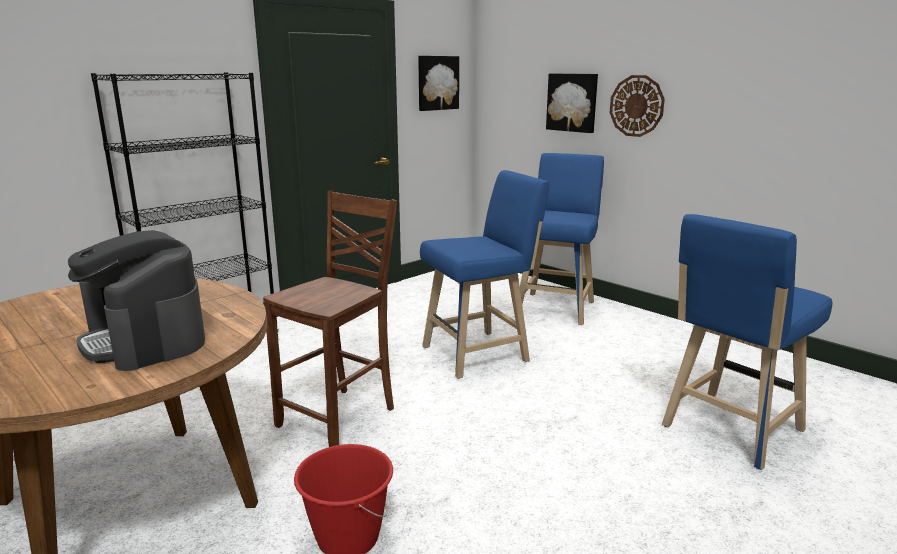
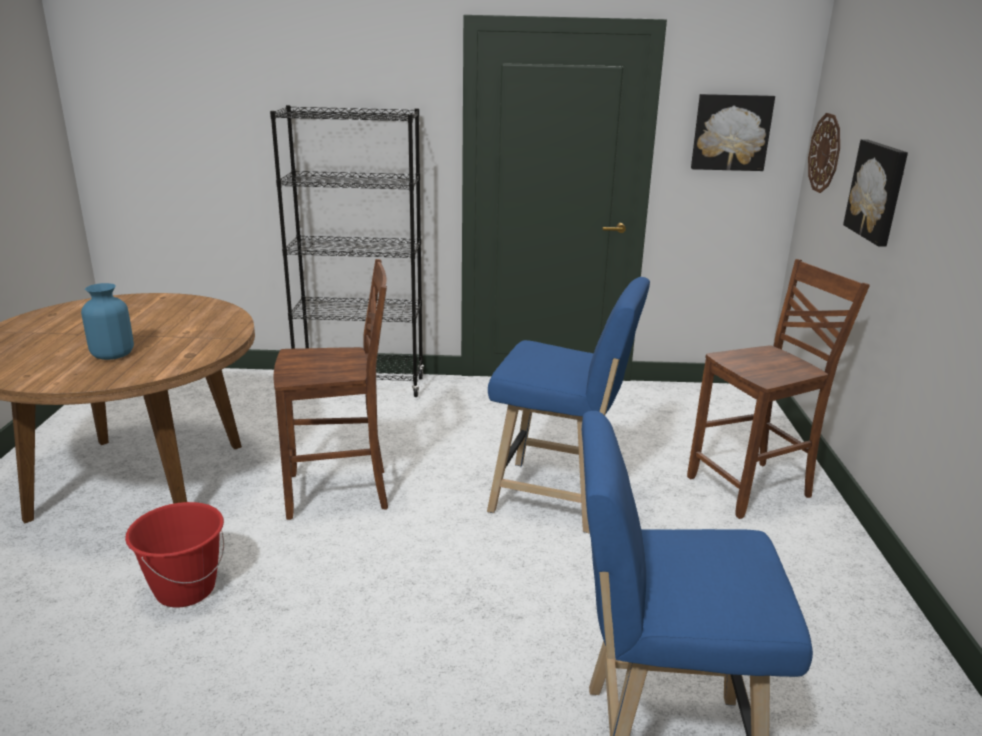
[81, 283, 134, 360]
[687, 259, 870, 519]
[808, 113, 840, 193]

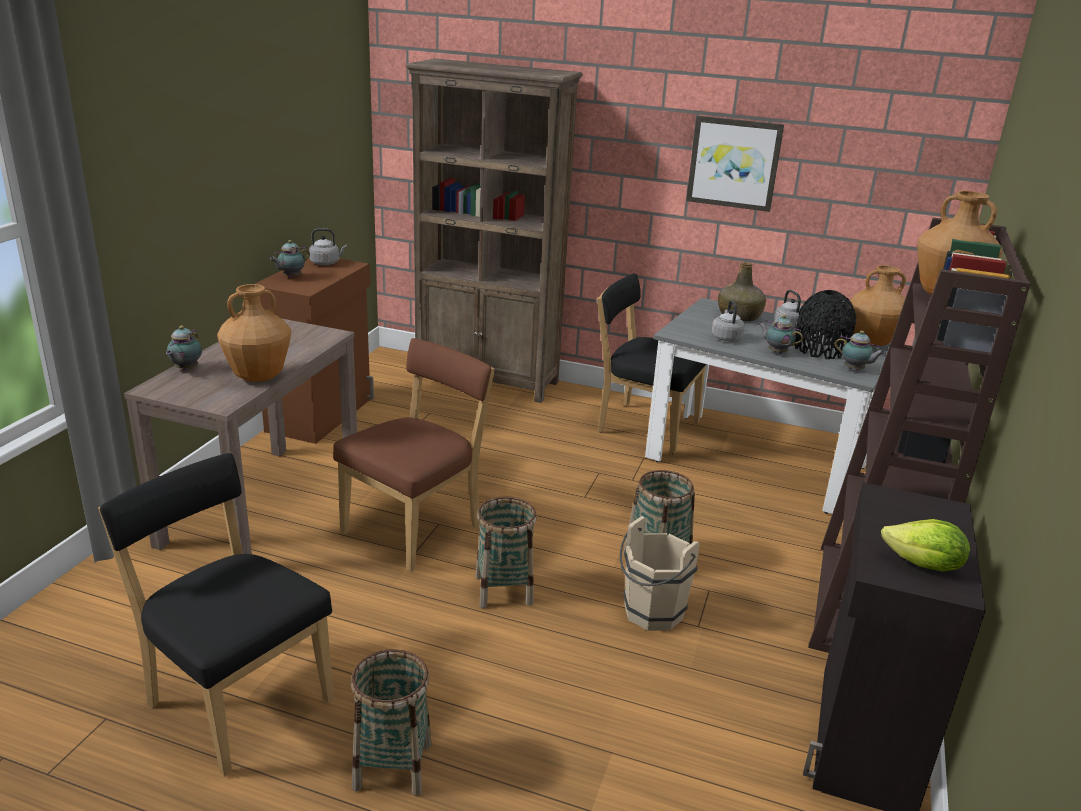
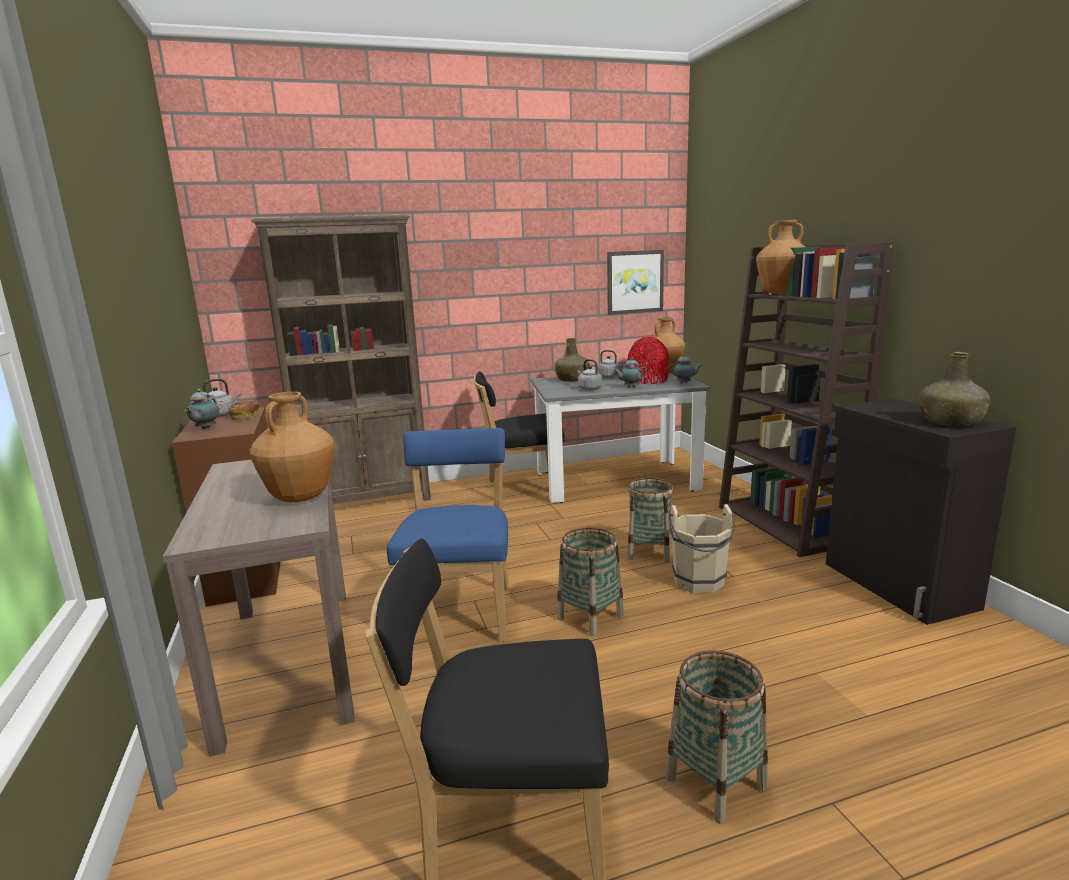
[229, 400, 260, 420]
[387, 428, 509, 642]
[607, 250, 664, 315]
[627, 337, 669, 384]
[919, 352, 990, 427]
[166, 326, 202, 370] (first image)

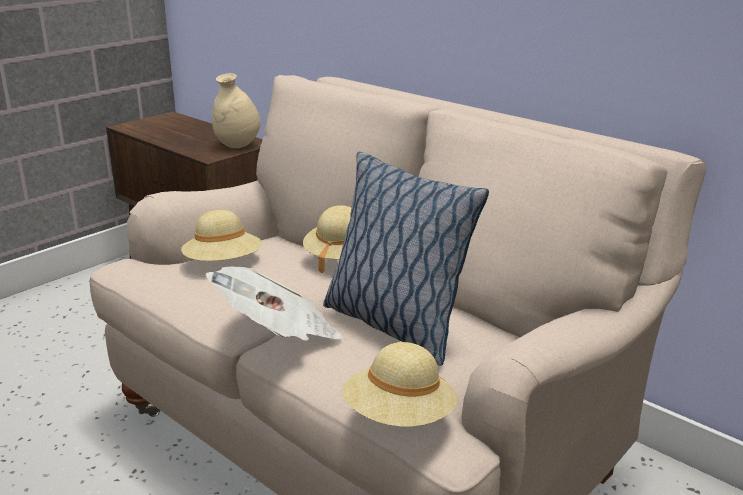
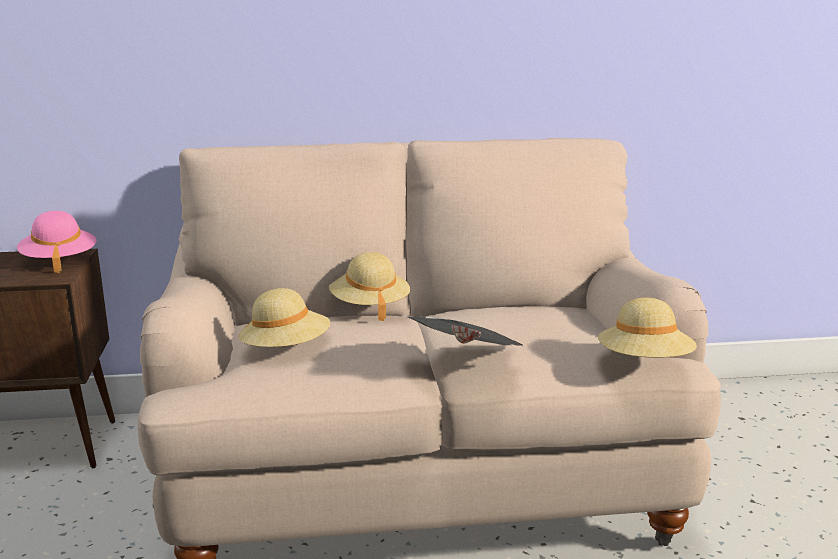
[17, 211, 96, 273]
[323, 151, 489, 366] (first image)

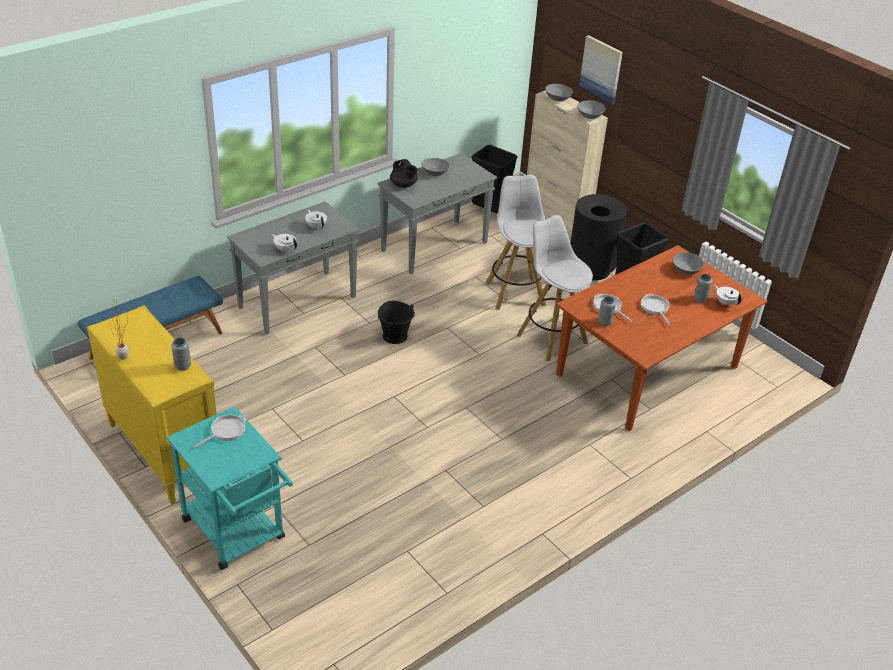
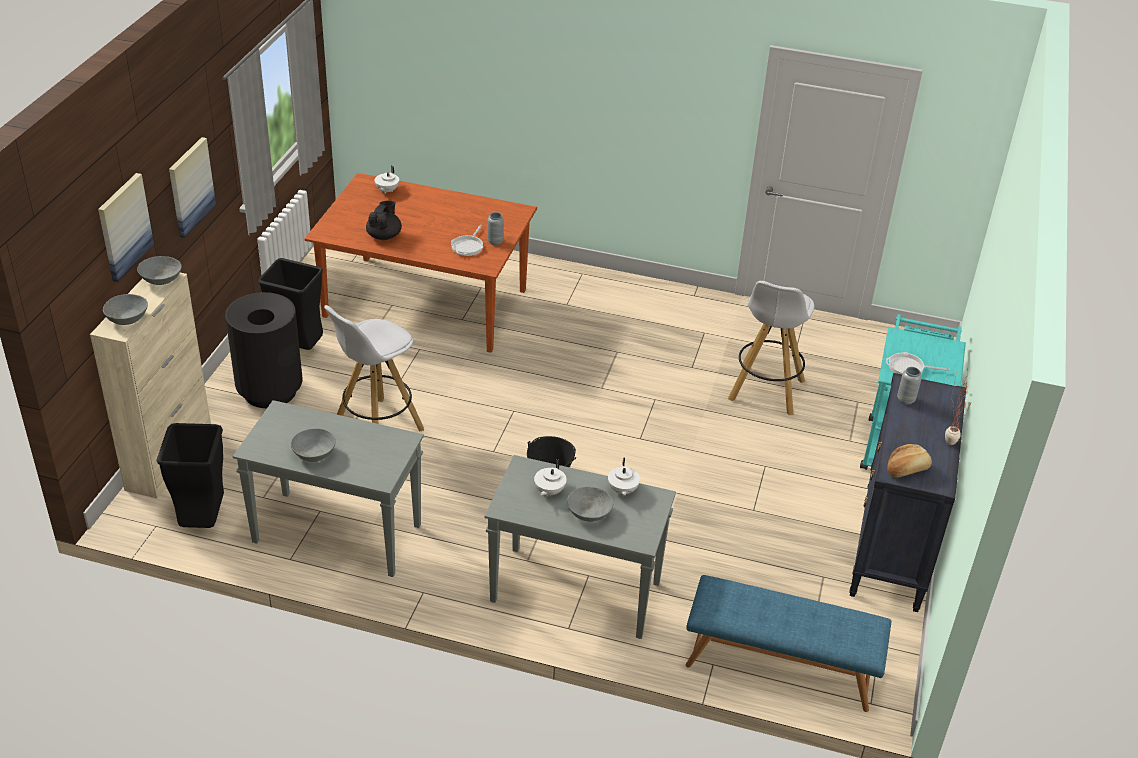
[169, 137, 216, 238]
[366, 201, 402, 240]
[567, 487, 613, 522]
[728, 281, 815, 415]
[849, 373, 966, 612]
[888, 444, 932, 477]
[641, 294, 671, 326] (first image)
[694, 274, 712, 303] (first image)

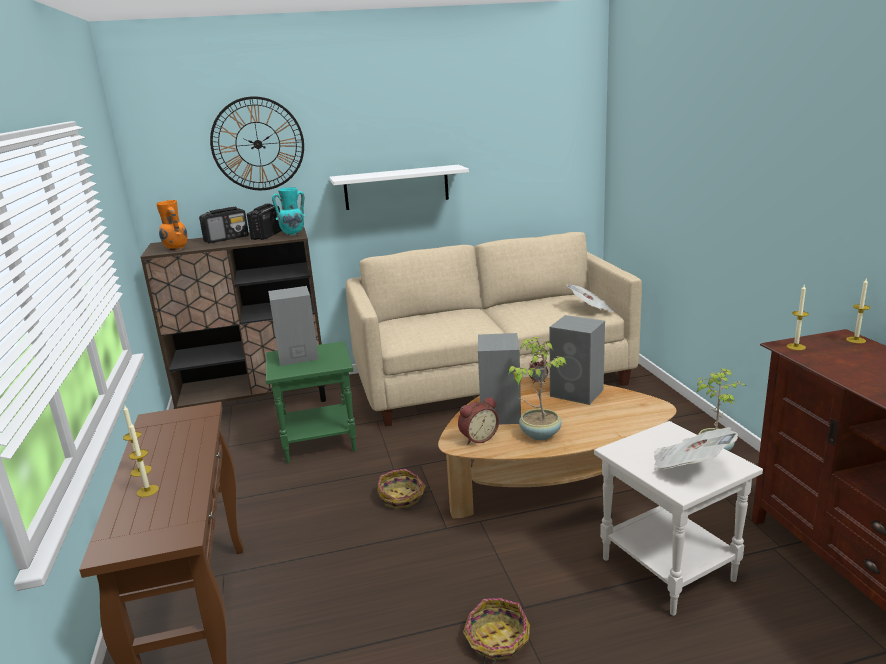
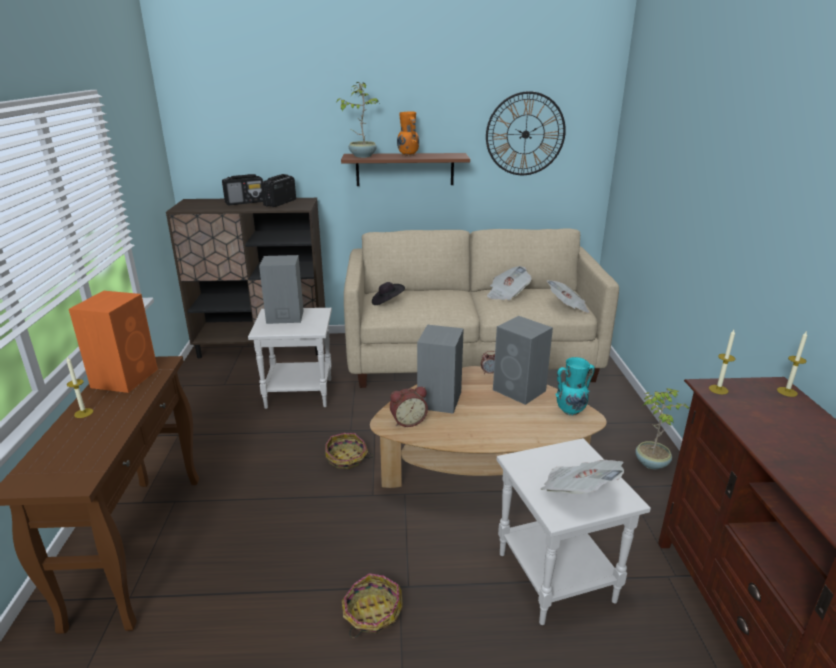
[69, 291, 158, 393]
[248, 308, 332, 409]
[337, 82, 379, 158]
[341, 153, 470, 186]
[372, 282, 405, 305]
[397, 111, 419, 156]
[486, 91, 566, 175]
[487, 266, 531, 300]
[555, 357, 595, 416]
[129, 421, 159, 497] (first image)

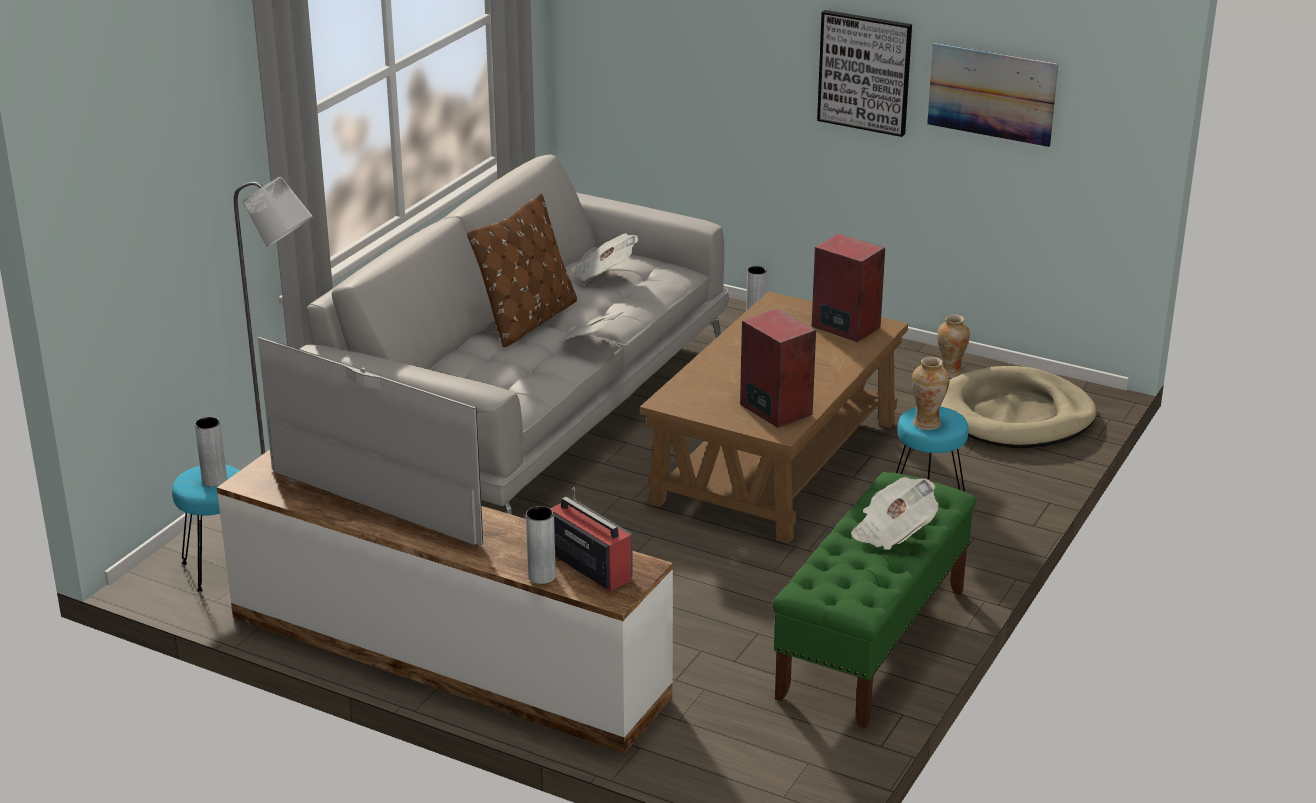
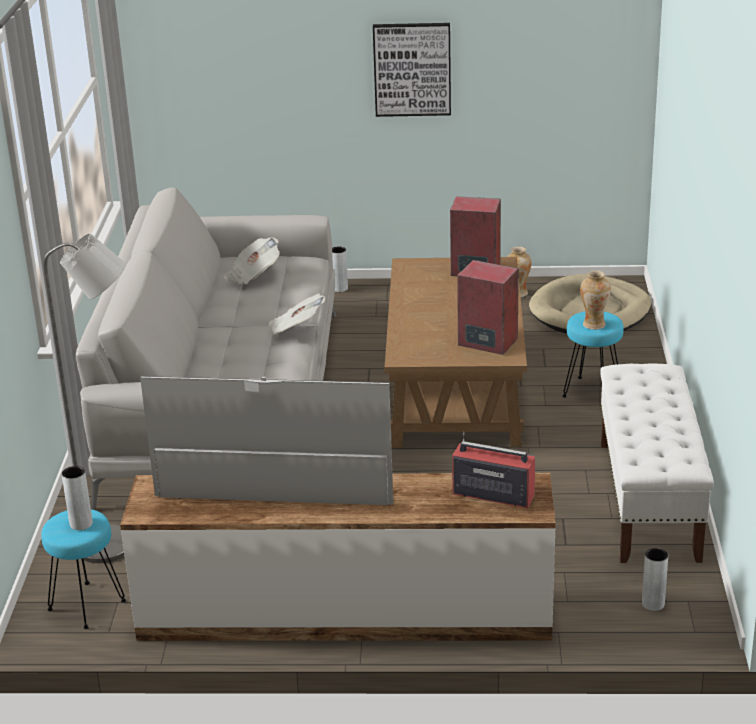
[600, 363, 714, 563]
[642, 548, 668, 611]
[467, 193, 577, 347] (first image)
[851, 477, 939, 550] (first image)
[927, 43, 1058, 147] (first image)

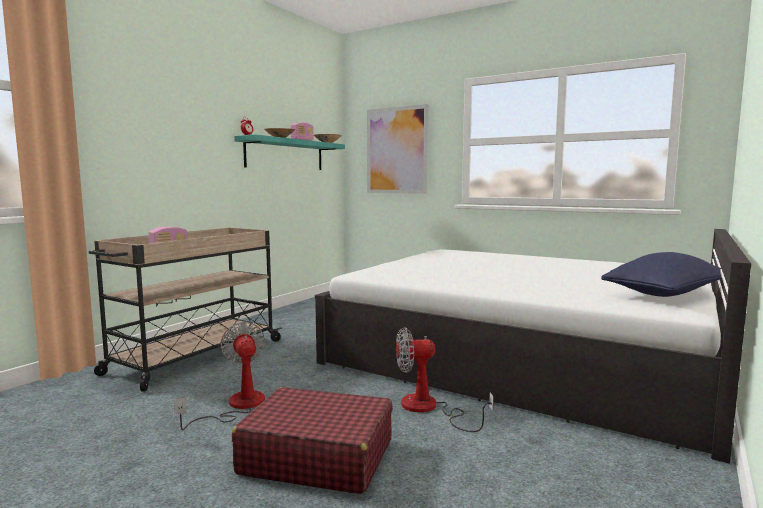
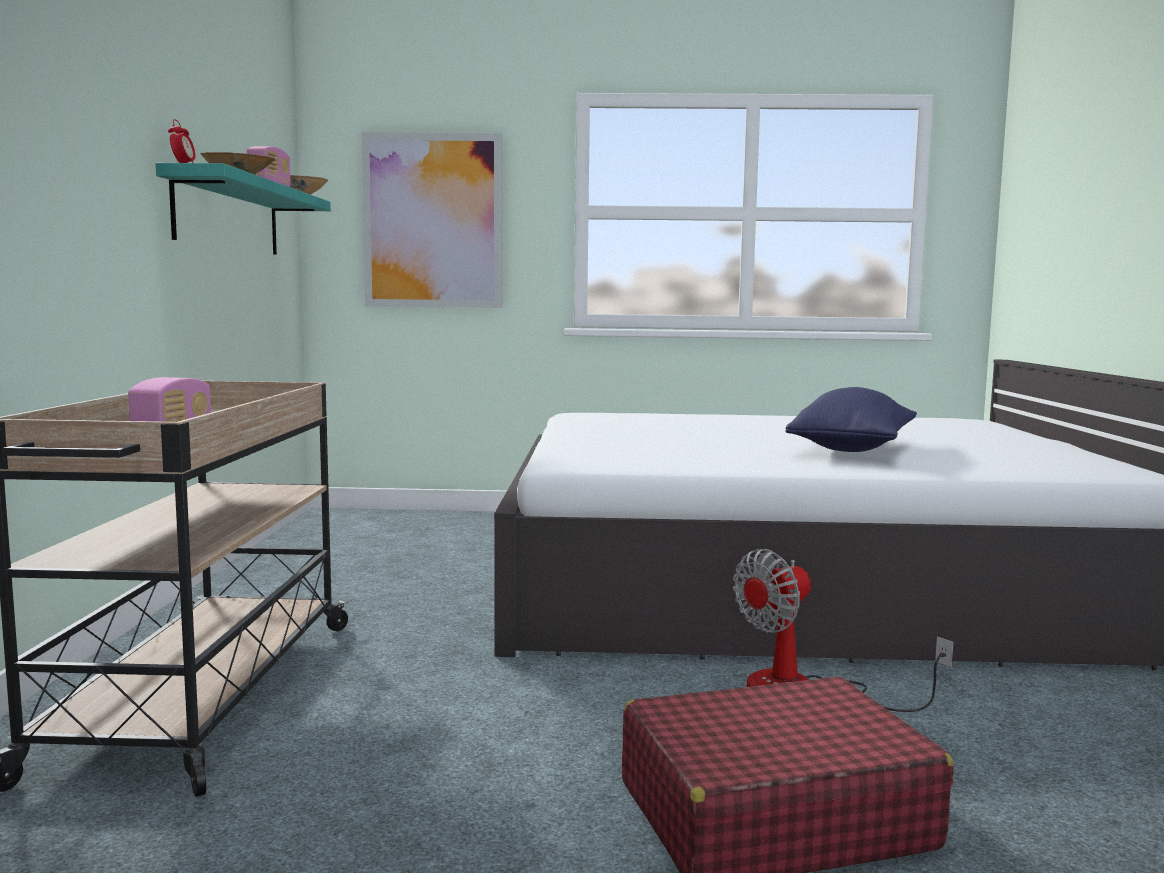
[785, 387, 917, 452]
[174, 322, 265, 430] (first image)

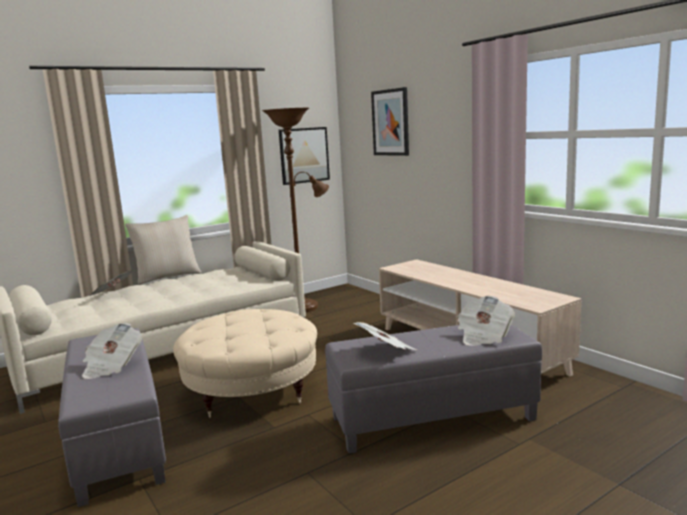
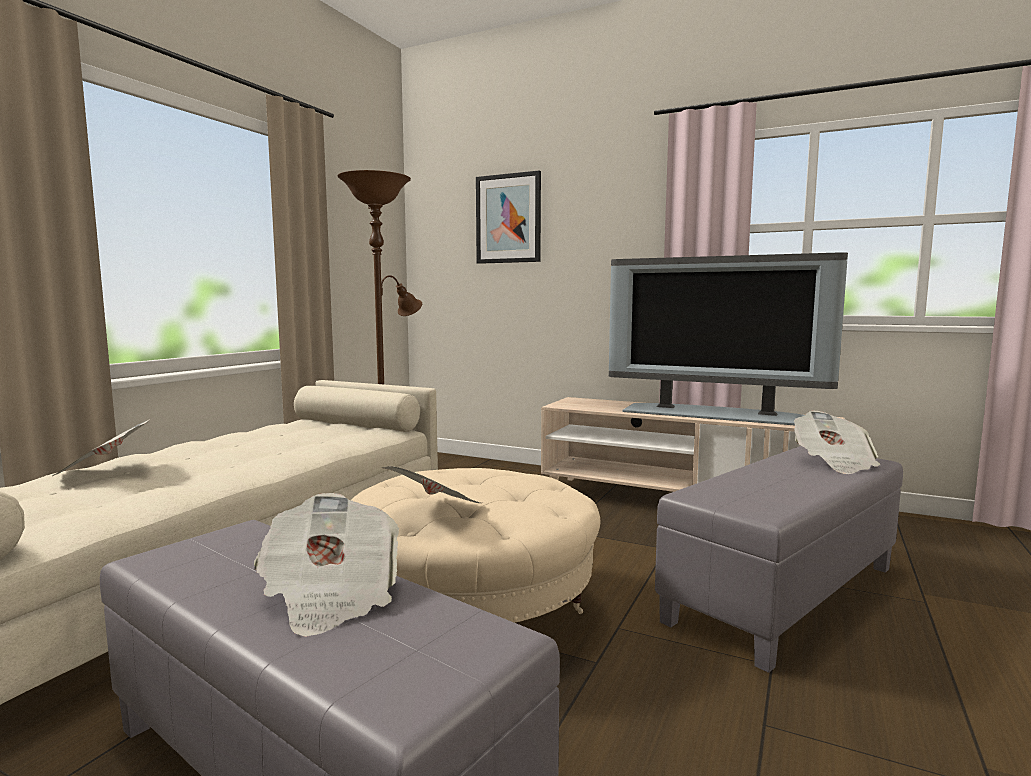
[381, 466, 480, 503]
[609, 252, 848, 425]
[125, 215, 201, 285] (first image)
[279, 127, 330, 185] (first image)

